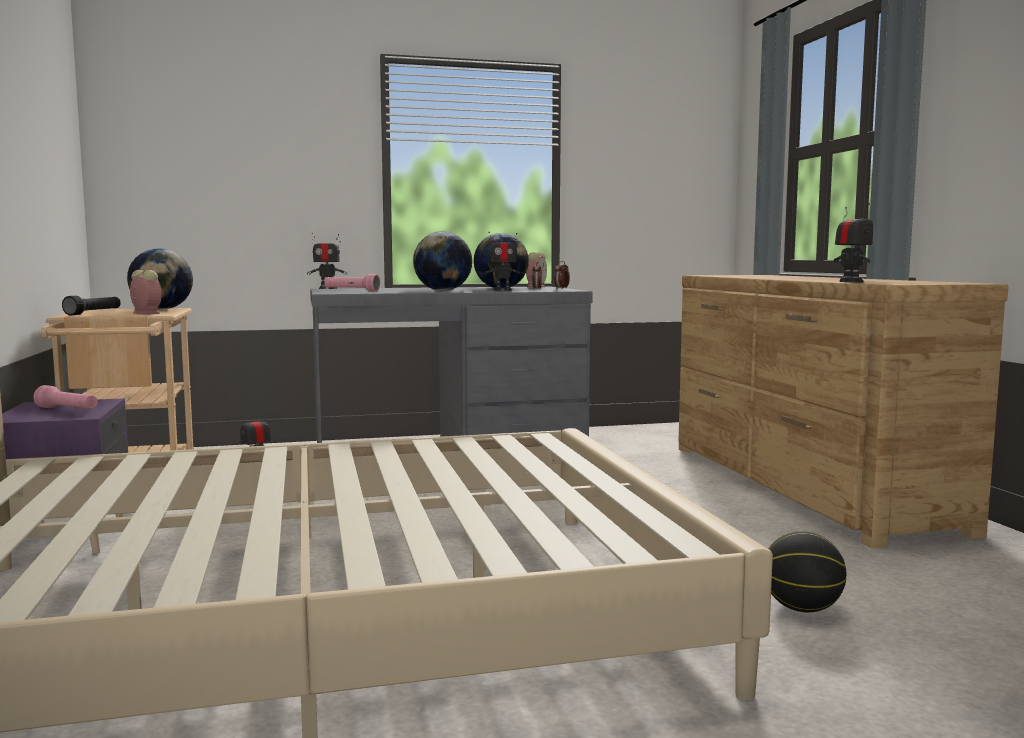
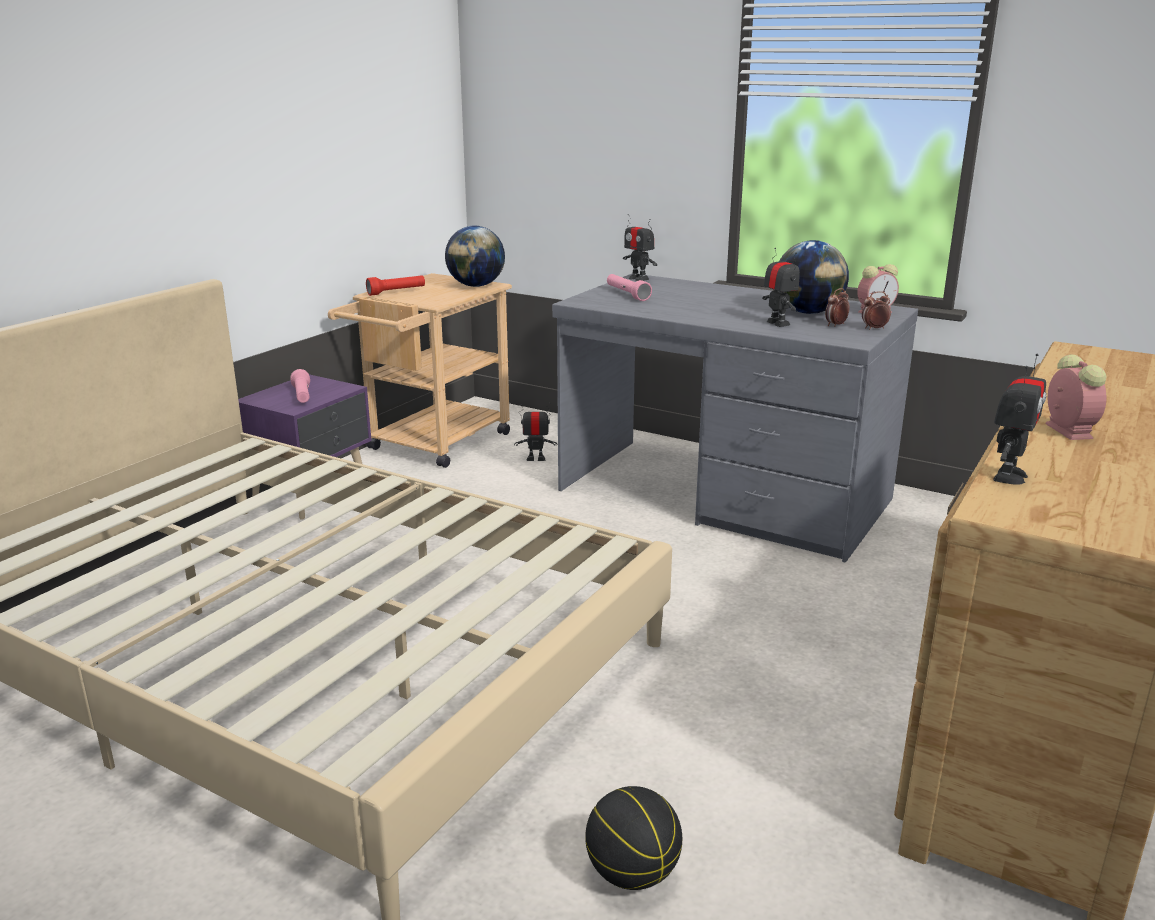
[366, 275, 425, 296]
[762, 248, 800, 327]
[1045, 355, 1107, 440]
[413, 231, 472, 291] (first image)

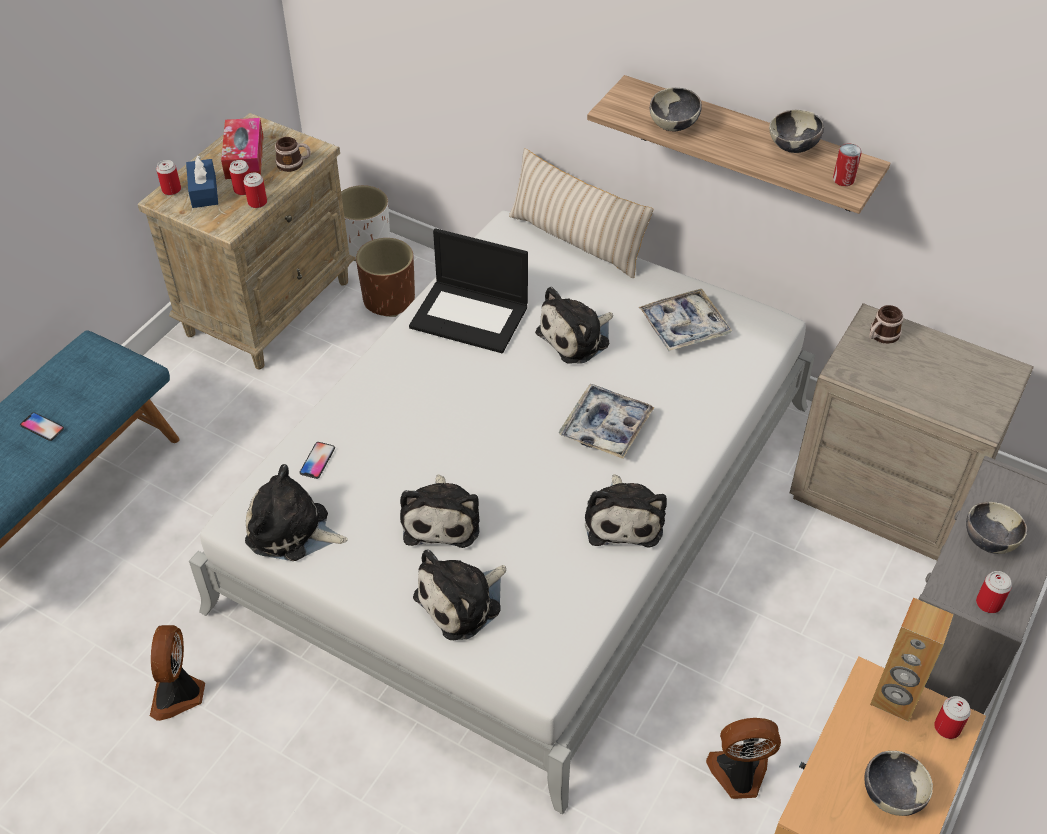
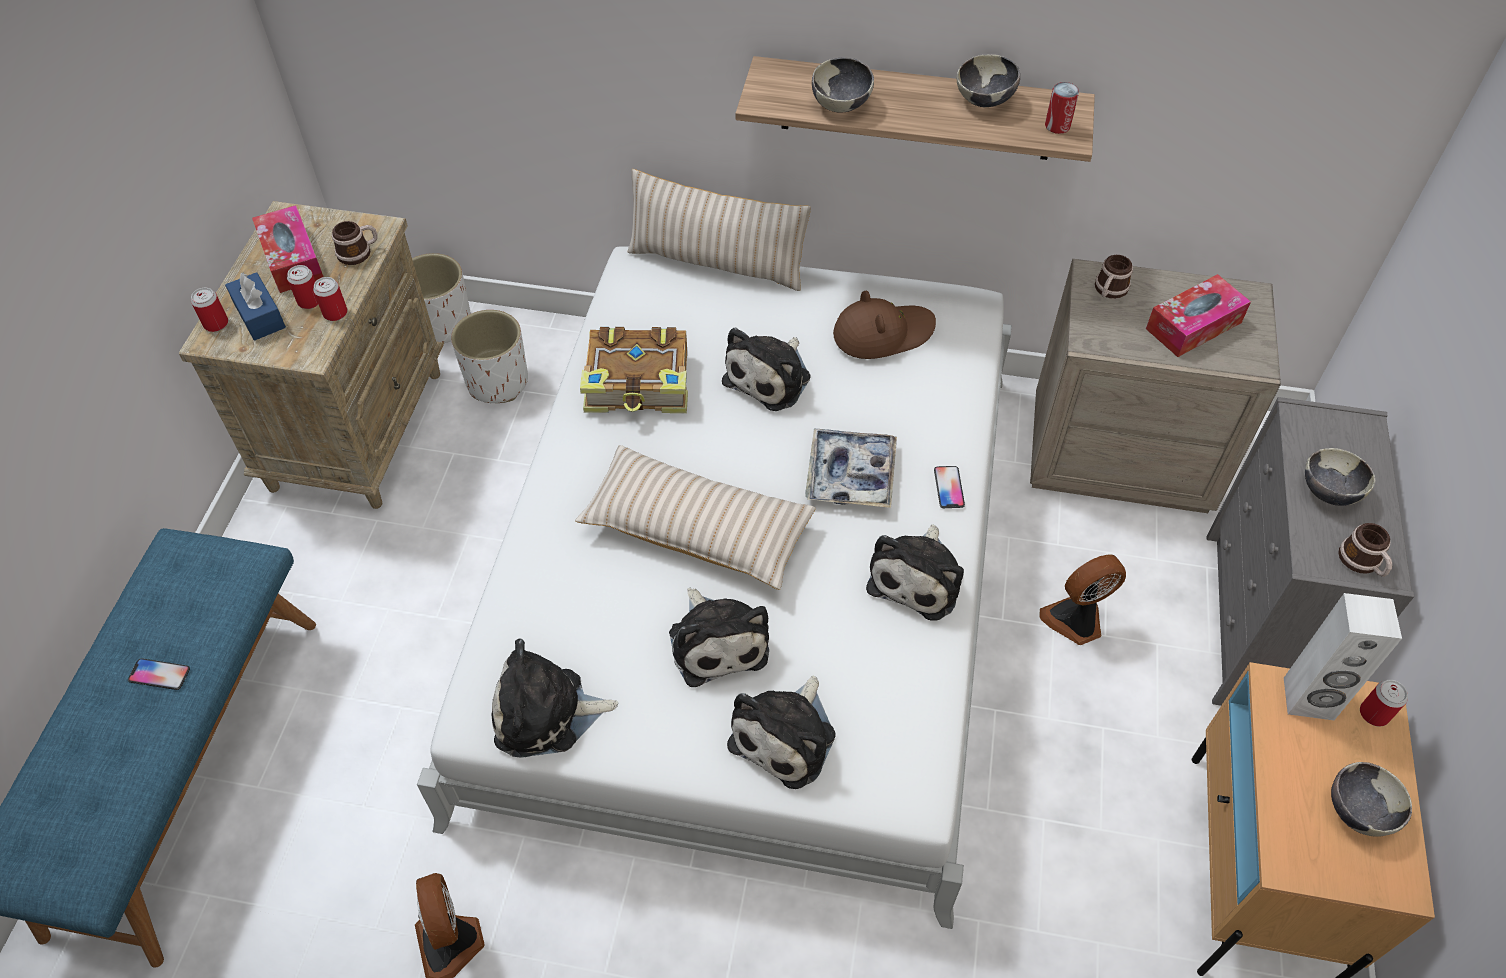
[451, 310, 528, 403]
[575, 445, 816, 590]
[580, 327, 688, 413]
[833, 291, 936, 359]
[866, 524, 964, 621]
[934, 466, 965, 508]
[1039, 554, 1126, 645]
[1146, 274, 1251, 357]
[1284, 593, 1402, 720]
[1338, 523, 1392, 577]

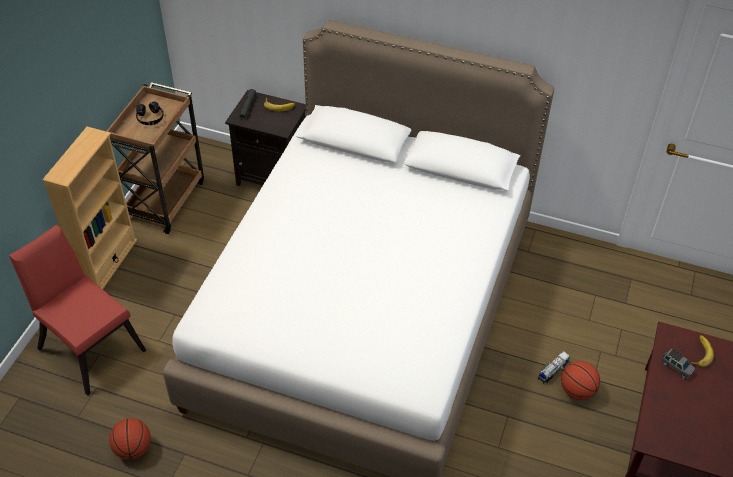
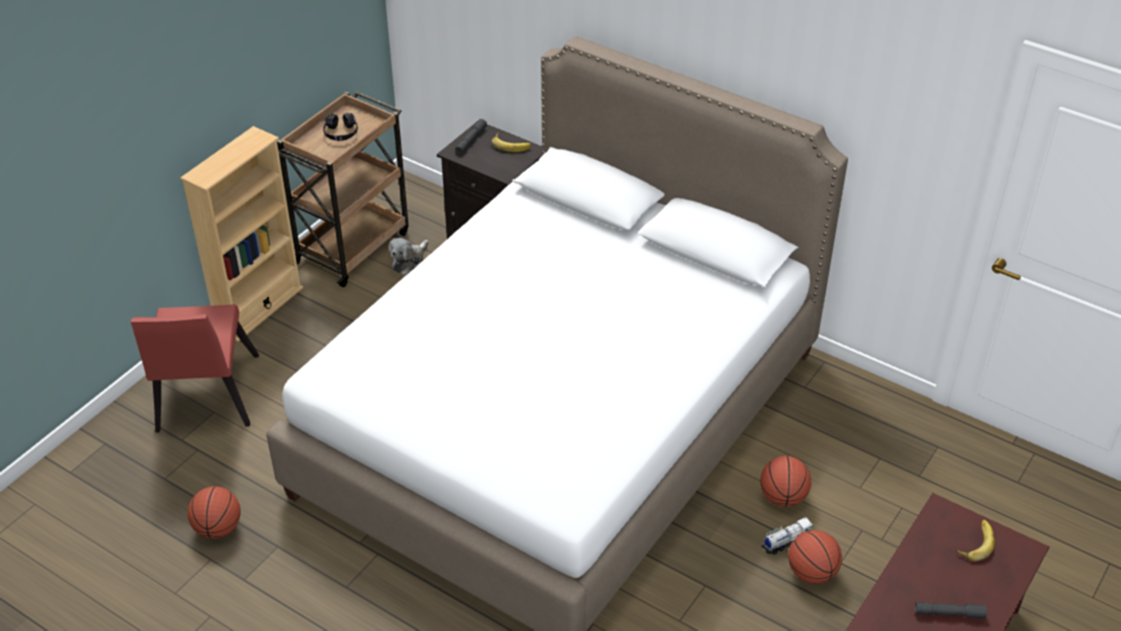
[131, 305, 259, 433]
[389, 238, 429, 275]
[760, 456, 811, 507]
[915, 602, 987, 619]
[662, 349, 695, 379] (first image)

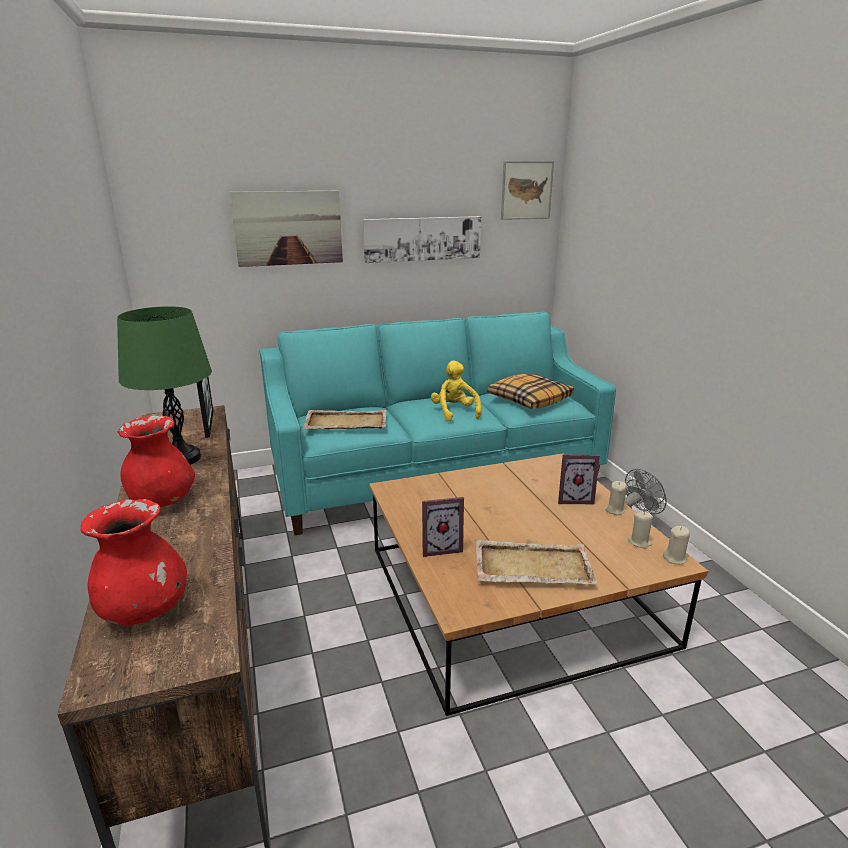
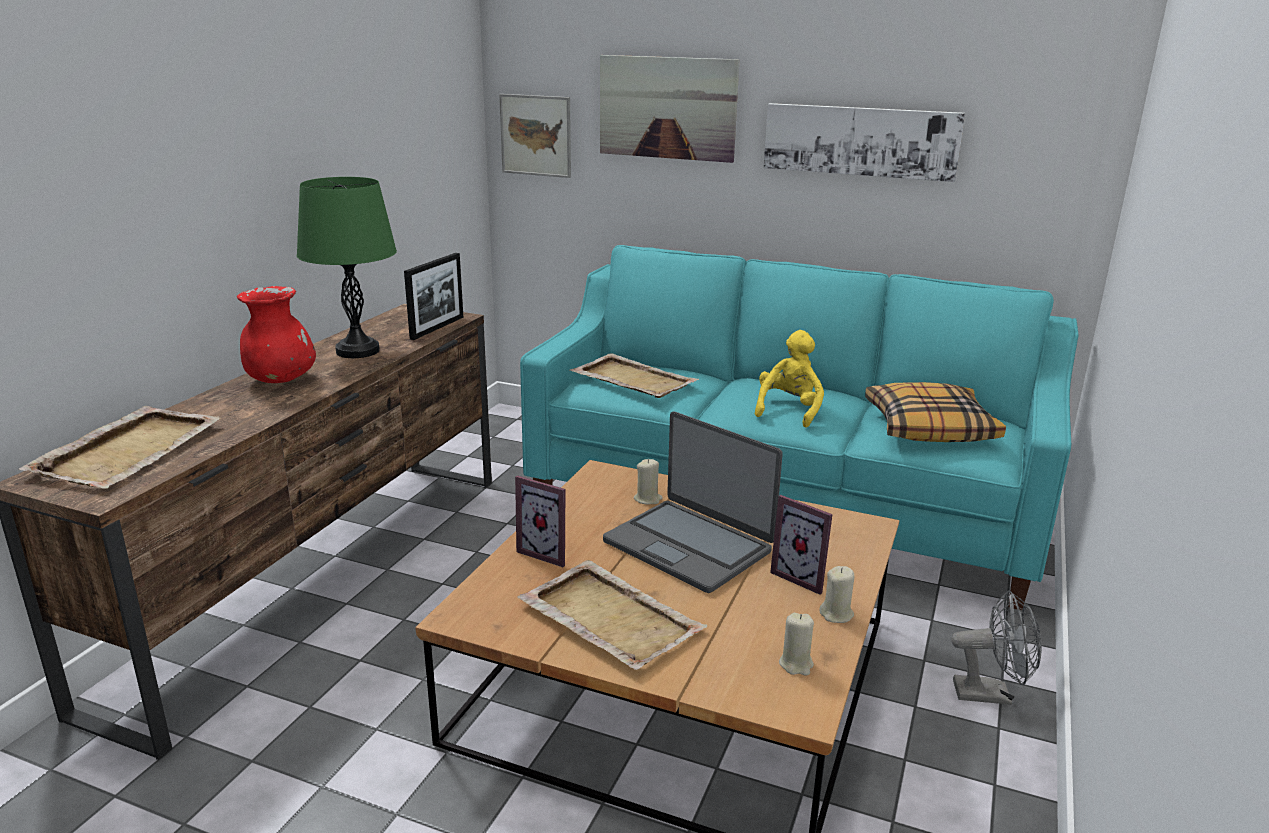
[19, 406, 221, 489]
[499, 94, 571, 178]
[603, 411, 783, 593]
[634, 459, 662, 504]

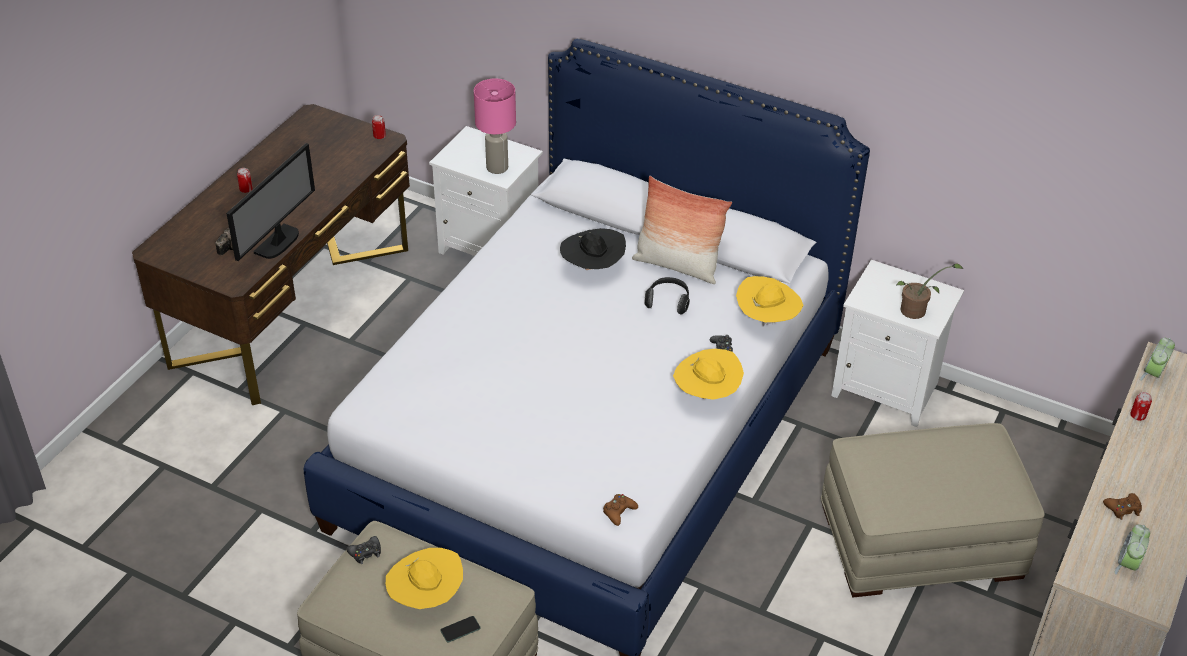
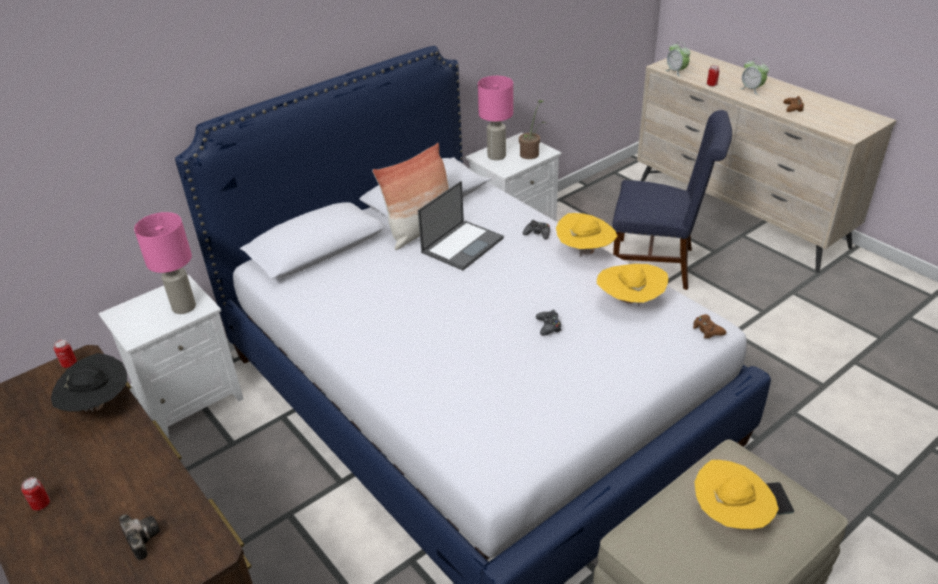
[51, 353, 127, 412]
[418, 181, 504, 271]
[478, 76, 513, 160]
[536, 310, 562, 336]
[597, 264, 668, 308]
[613, 110, 732, 290]
[739, 58, 769, 95]
[226, 143, 315, 261] (first image)

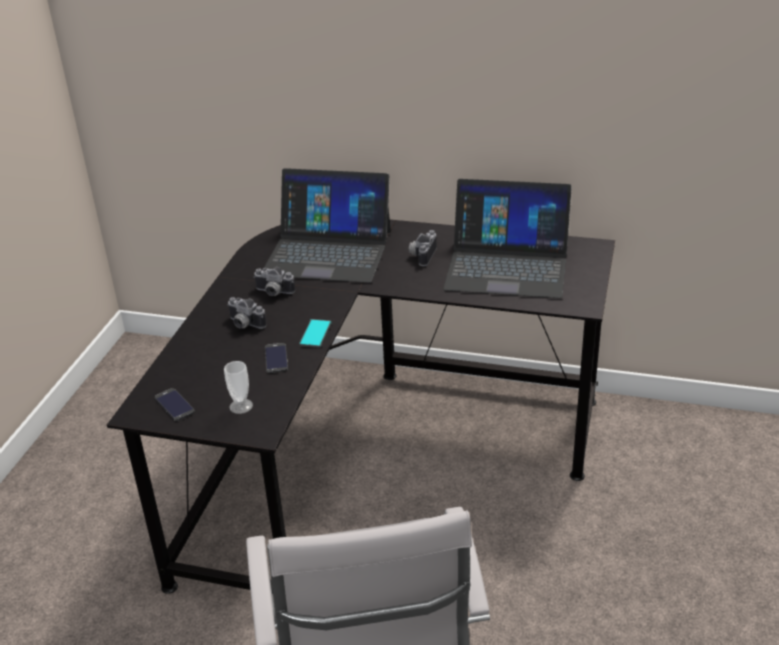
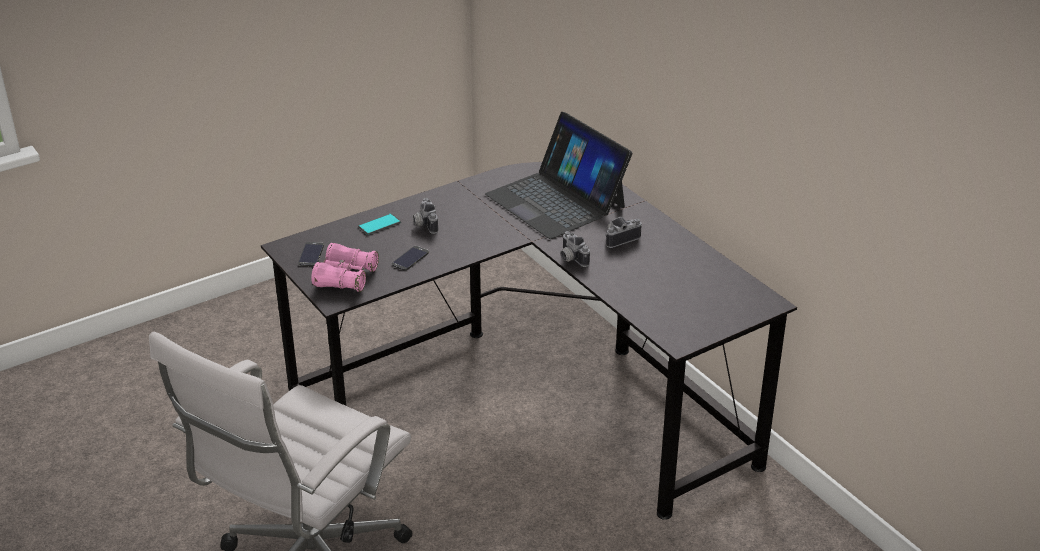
[311, 243, 379, 292]
[358, 213, 401, 235]
[560, 231, 590, 267]
[443, 179, 572, 298] (first image)

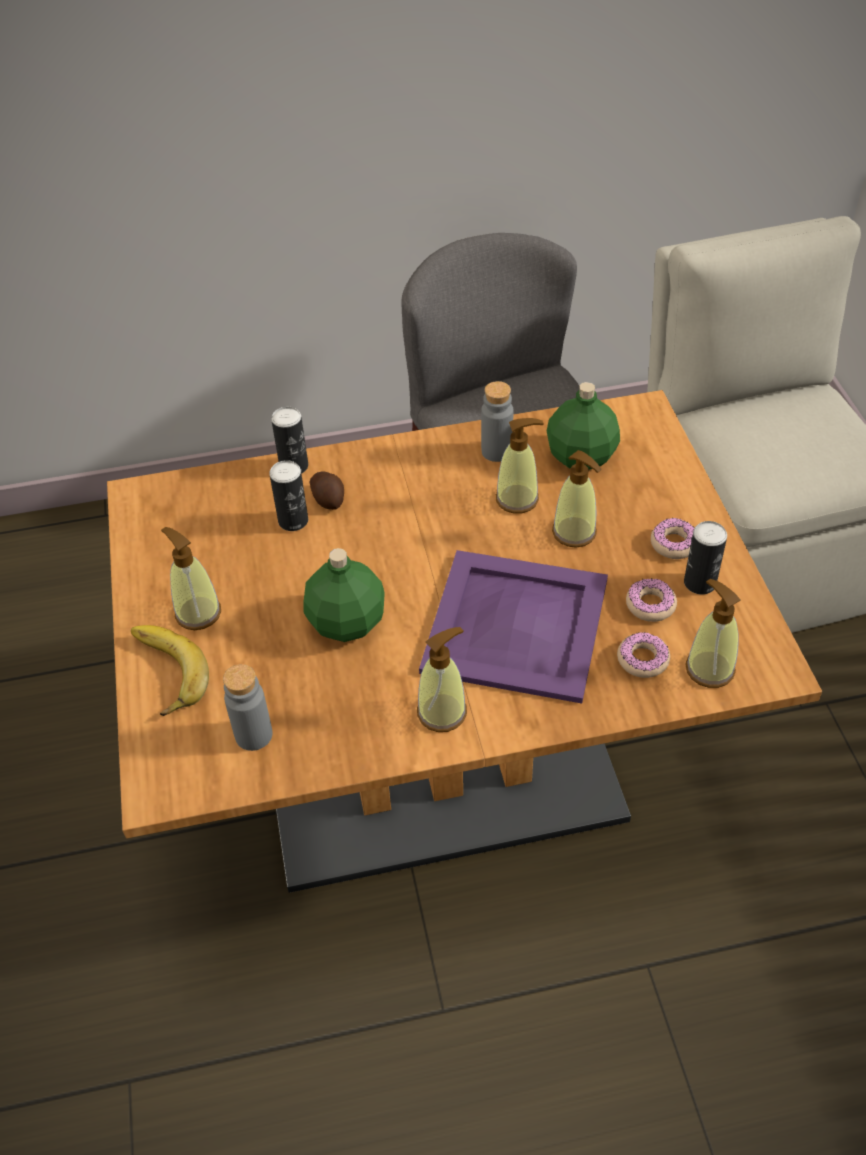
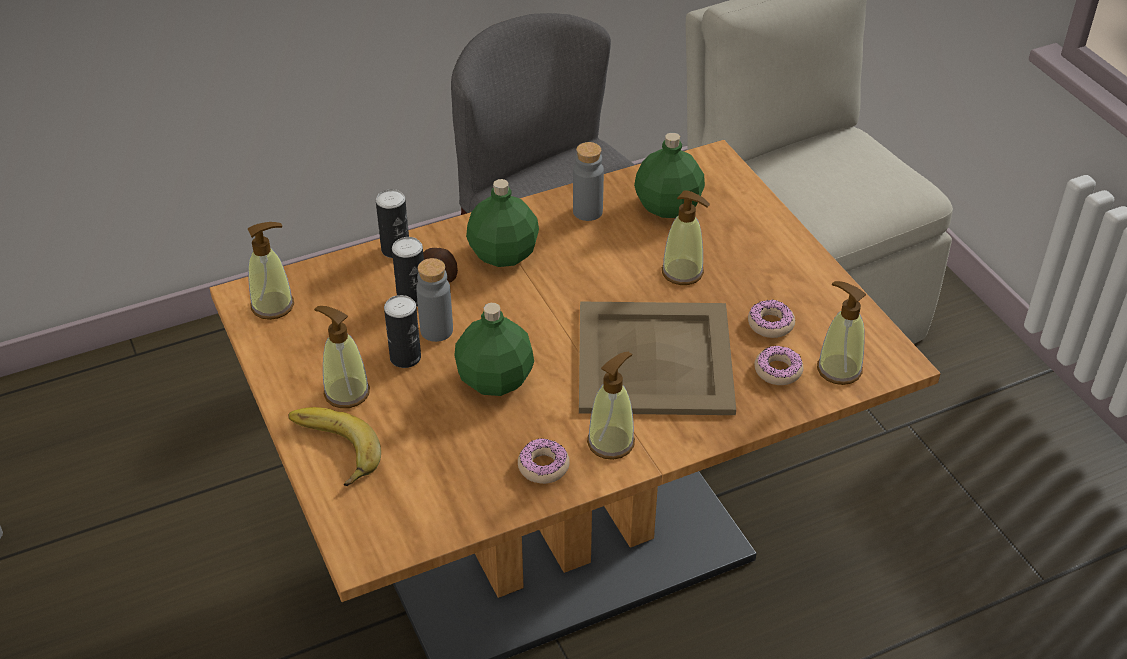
[247, 222, 294, 320]
[384, 295, 421, 368]
[416, 258, 453, 342]
[466, 179, 539, 267]
[518, 438, 570, 484]
[579, 302, 736, 415]

